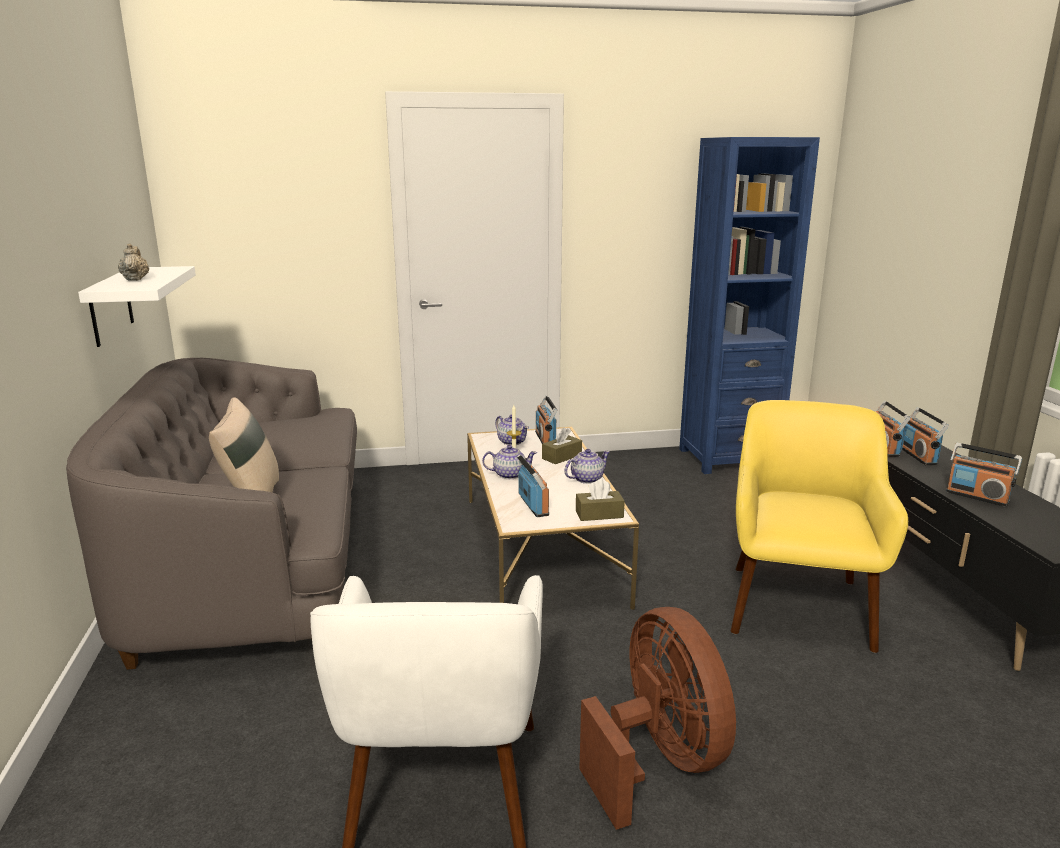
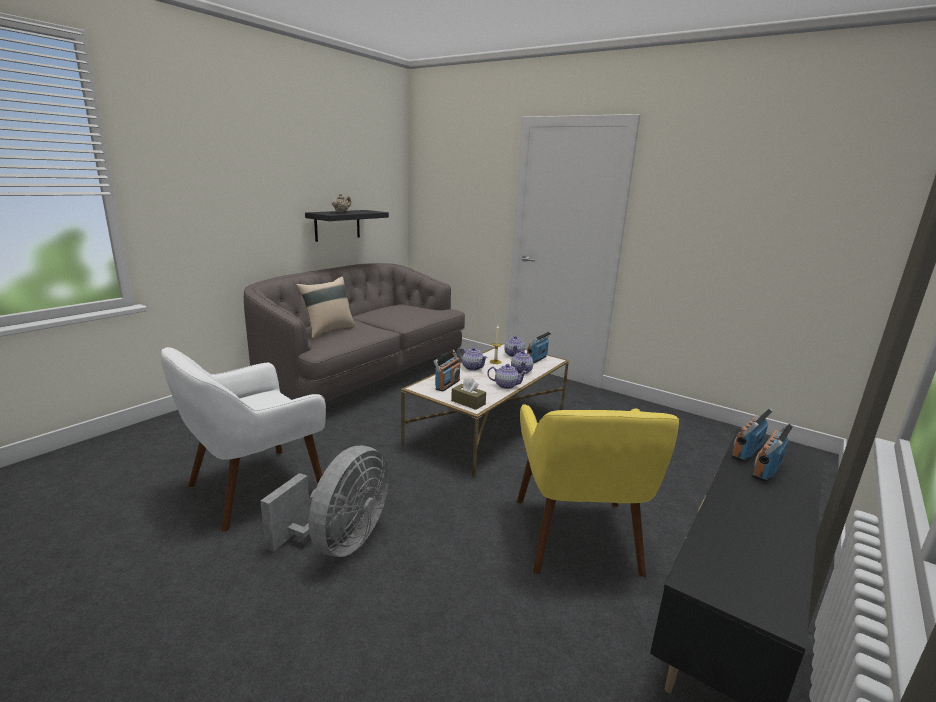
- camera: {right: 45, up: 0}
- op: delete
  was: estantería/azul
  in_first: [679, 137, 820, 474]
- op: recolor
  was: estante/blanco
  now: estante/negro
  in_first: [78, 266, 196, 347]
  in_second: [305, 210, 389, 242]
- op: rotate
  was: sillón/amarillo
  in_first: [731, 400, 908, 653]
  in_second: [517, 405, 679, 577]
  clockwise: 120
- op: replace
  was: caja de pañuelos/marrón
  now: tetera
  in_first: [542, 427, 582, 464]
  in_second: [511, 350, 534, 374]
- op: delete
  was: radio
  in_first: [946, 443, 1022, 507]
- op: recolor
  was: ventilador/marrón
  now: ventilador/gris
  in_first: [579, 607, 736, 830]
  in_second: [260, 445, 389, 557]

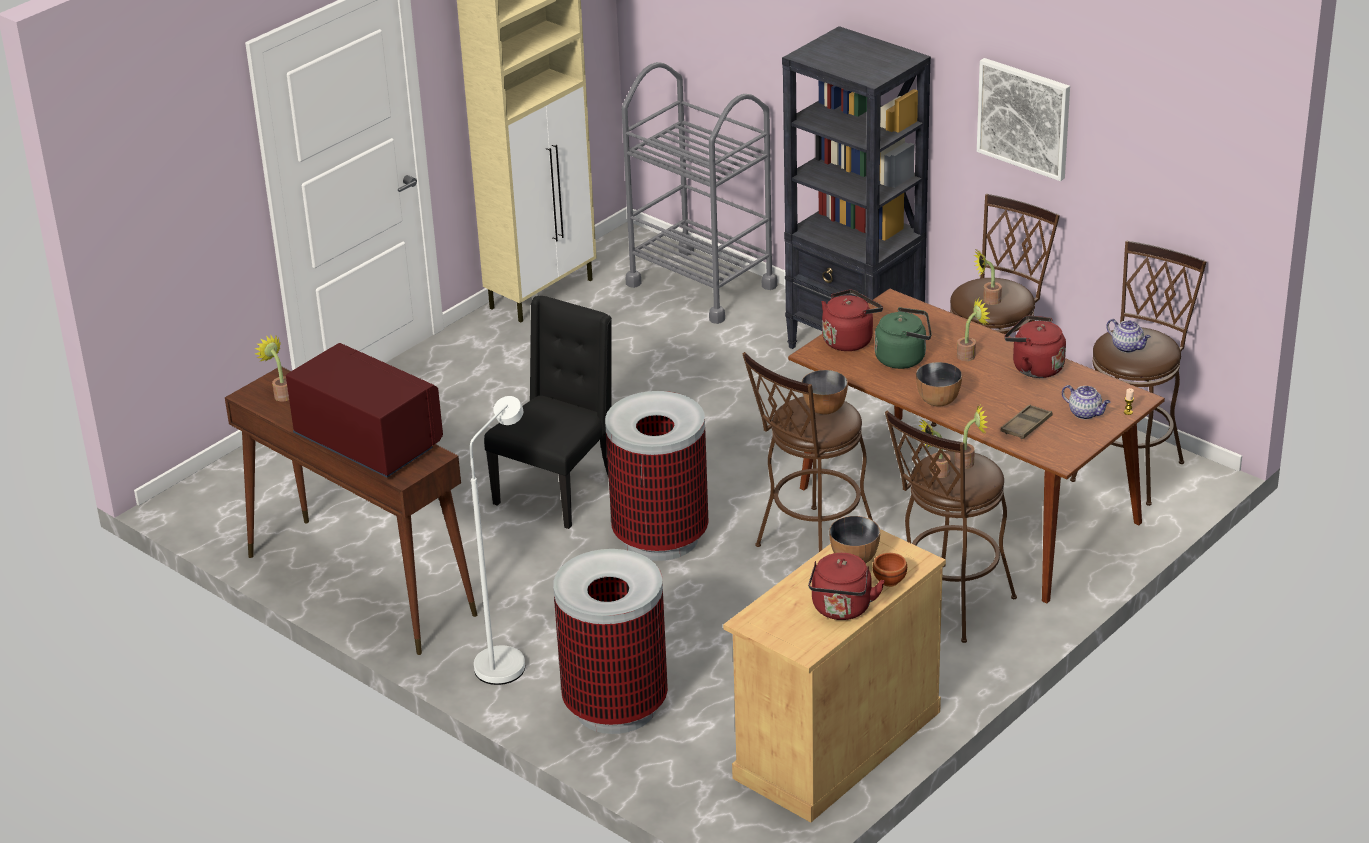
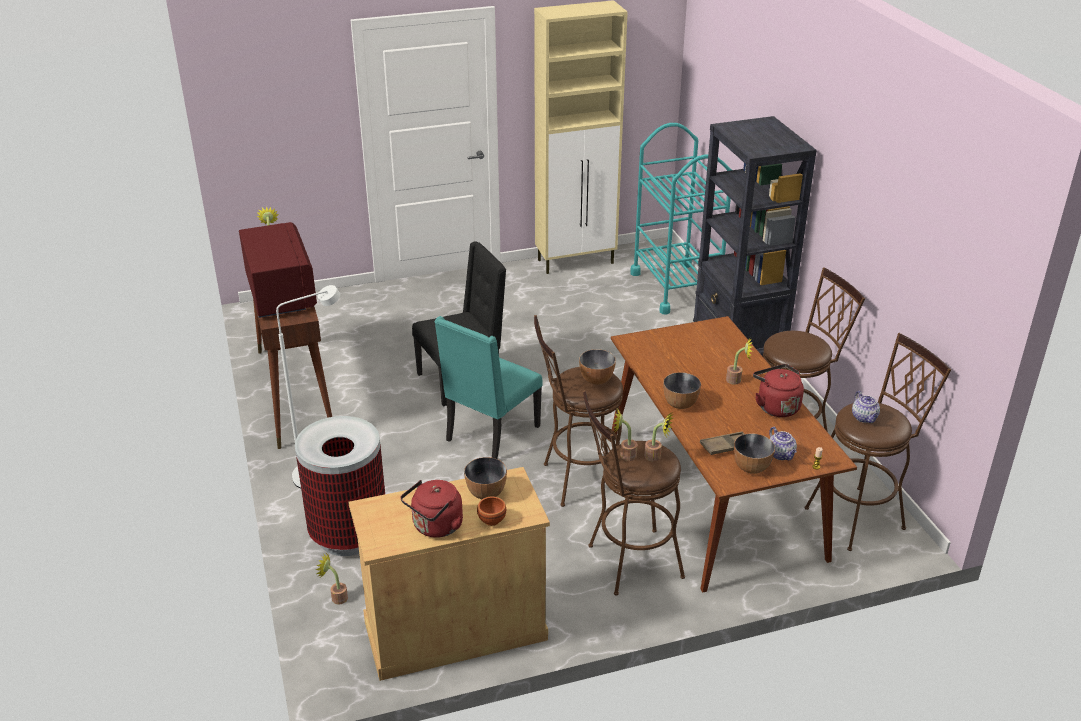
- camera: {right: 30, up: 0}
- op: delete
  was: cuadro
  in_first: [977, 58, 1070, 181]
- op: recolor
  was: carrito/gris
  now: carrito/turquesa
  in_first: [622, 62, 777, 324]
  in_second: [630, 123, 732, 314]
- op: move
  was: planta en maceta
  in_first: [974, 250, 1002, 305]
  in_second: [316, 553, 348, 605]
- op: delete
  was: hervidor/rojo
  in_first: [822, 289, 883, 351]
- op: delete
  was: hervidor/verde
  in_first: [875, 307, 932, 369]
- op: replace
  was: papelera
  now: silla/turquesa
  in_first: [605, 391, 709, 561]
  in_second: [435, 316, 543, 459]
- op: insert
  now: cuenco
  in_second: [734, 433, 775, 474]

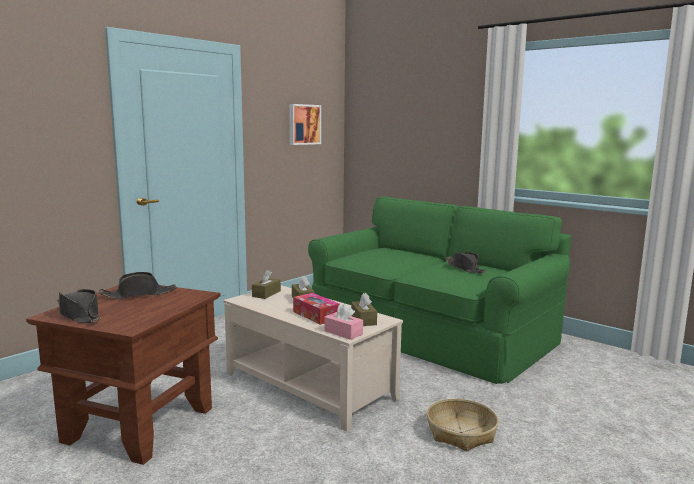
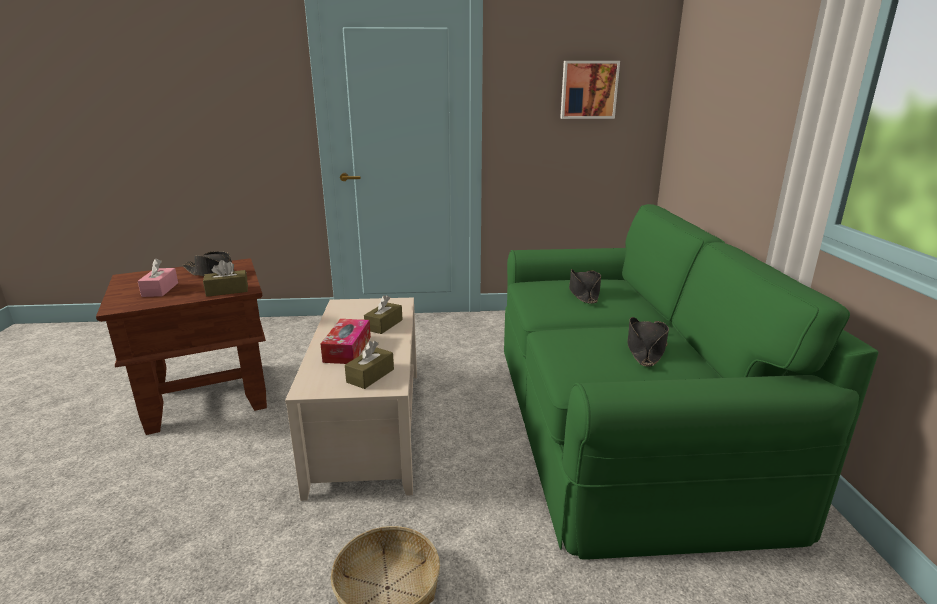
- camera: {right: 45, up: 10}
- op: move
  was: caja de pañuelos/marrón
  in_first: [252, 270, 281, 299]
  in_second: [203, 260, 248, 297]
- op: move
  was: sombrero/negro
  in_first: [57, 289, 101, 323]
  in_second: [569, 269, 601, 304]
- op: move
  was: caja de pañuelos/rosa
  in_first: [324, 303, 363, 340]
  in_second: [138, 258, 178, 297]

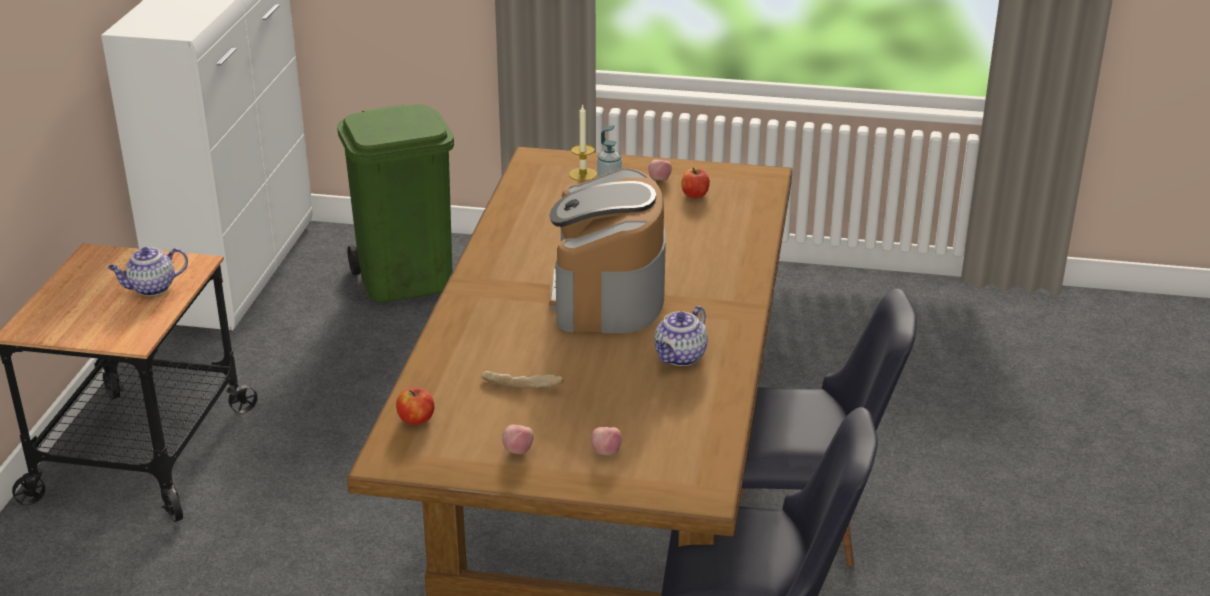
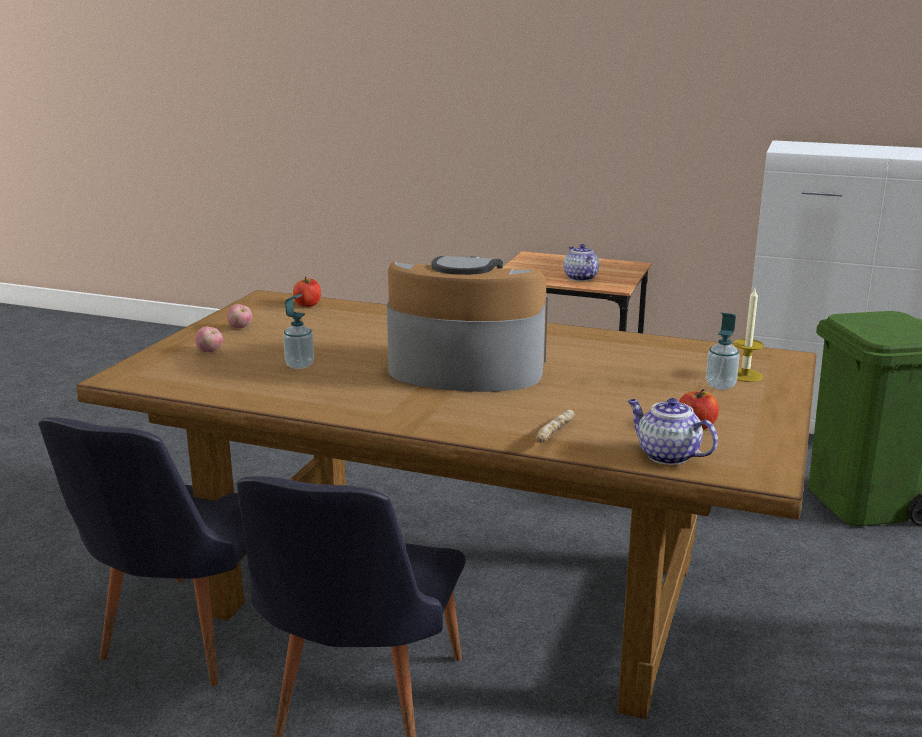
- camera: {right: 100, up: -10}
- op: delete
  was: manzana
  in_first: [648, 160, 672, 181]
- op: move
  was: tetera
  in_first: [654, 306, 708, 366]
  in_second: [628, 398, 718, 465]
- op: move
  was: pan
  in_first: [481, 371, 564, 388]
  in_second: [536, 410, 574, 443]
- op: insert
  now: dispensador de jabón
  in_second: [283, 294, 314, 369]

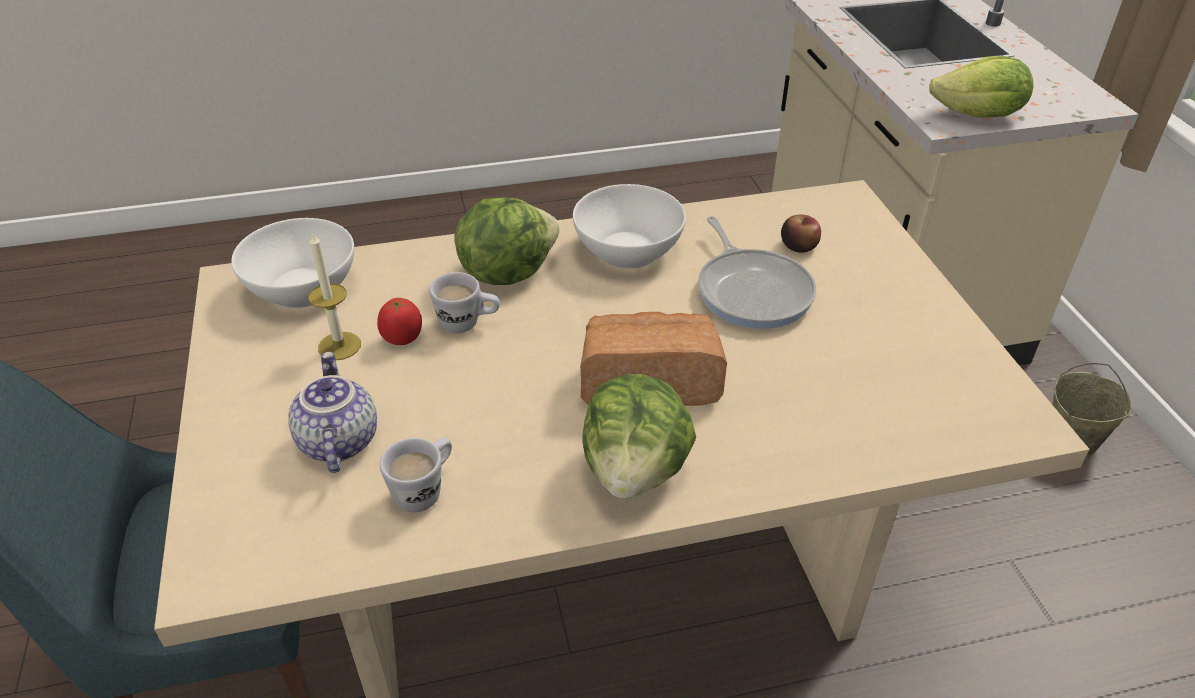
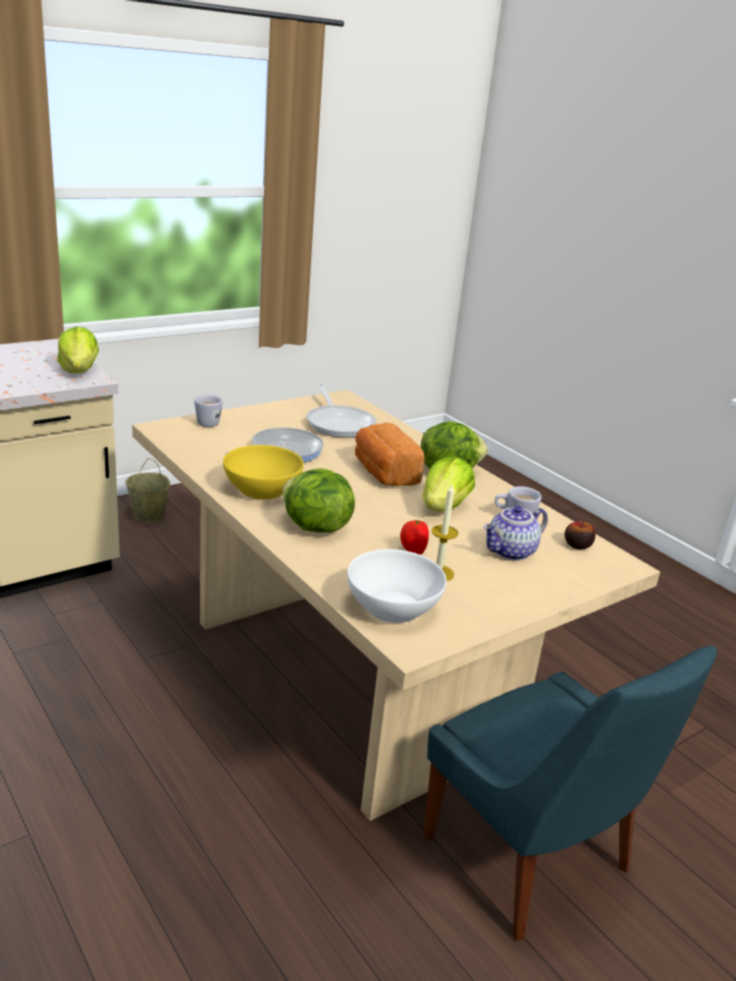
- camera: {right: -115, up: -15}
- op: recolor
  was: cuenco/blanco
  now: cuenco/amarillo
  in_first: [573, 184, 686, 269]
  in_second: [223, 445, 304, 500]
- op: move
  was: manzana
  in_first: [781, 214, 821, 253]
  in_second: [565, 521, 595, 549]
- op: move
  was: taza grande/blanco
  in_first: [429, 272, 500, 333]
  in_second: [194, 395, 223, 427]
- op: insert
  now: sartén
  in_second: [307, 382, 376, 438]
- op: insert
  now: lechuga
  in_second: [423, 457, 475, 512]

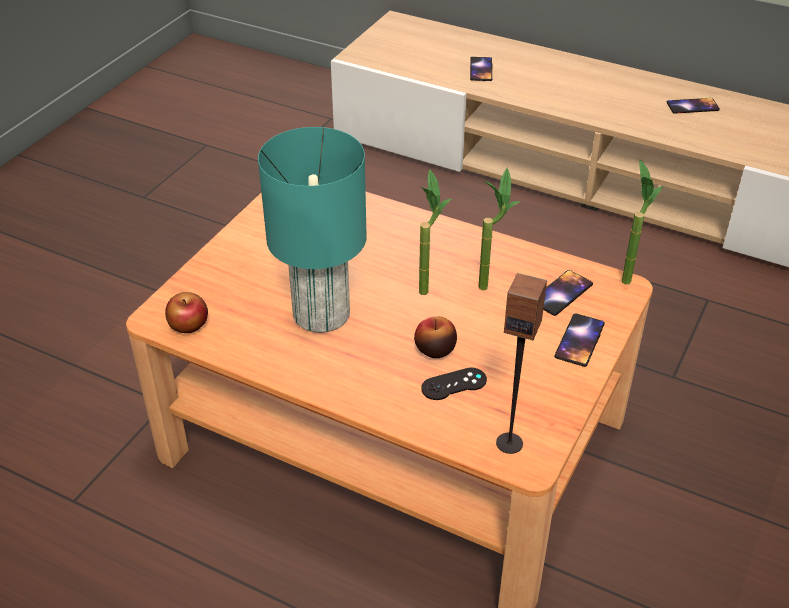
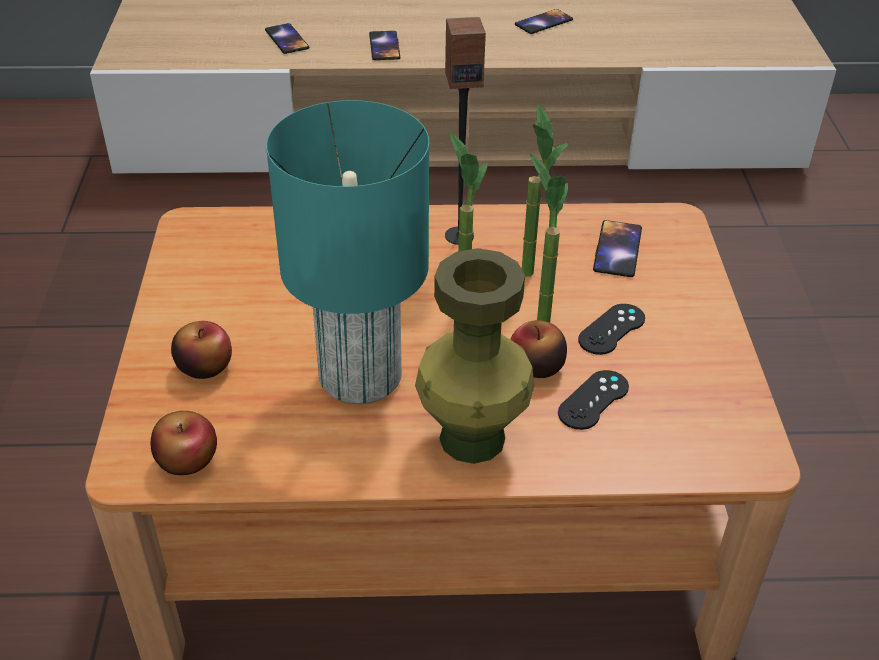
- camera: {right: -30, up: 0}
- op: move
  was: planta en maceta
  in_first: [622, 159, 663, 284]
  in_second: [530, 154, 568, 322]
- op: move
  was: altavoz
  in_first: [496, 273, 547, 454]
  in_second: [445, 17, 486, 245]
- op: move
  was: móvil
  in_first: [554, 313, 605, 367]
  in_second: [369, 31, 400, 60]
- op: insert
  now: florero/verde
  in_second: [415, 248, 534, 464]
- op: insert
  now: mando de consola/negro
  in_second: [578, 304, 645, 355]
- op: insert
  now: manzana
  in_second: [171, 321, 232, 379]

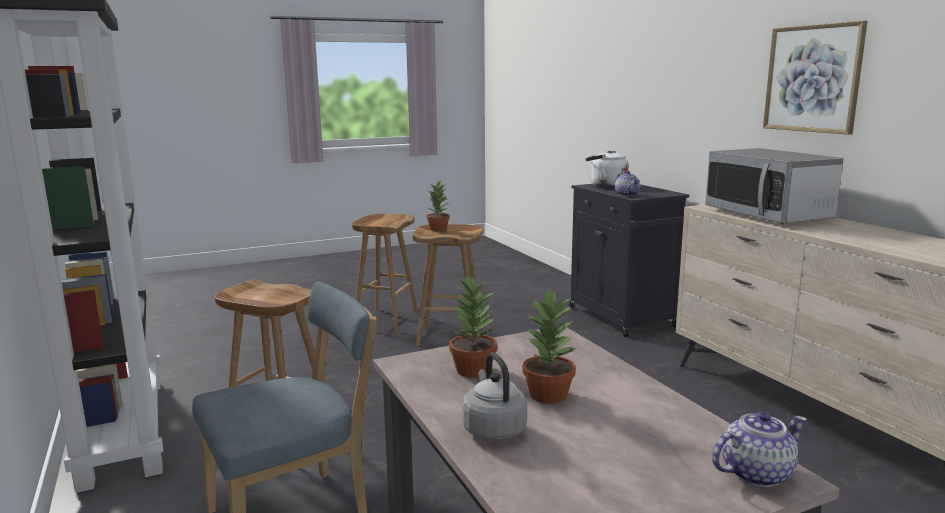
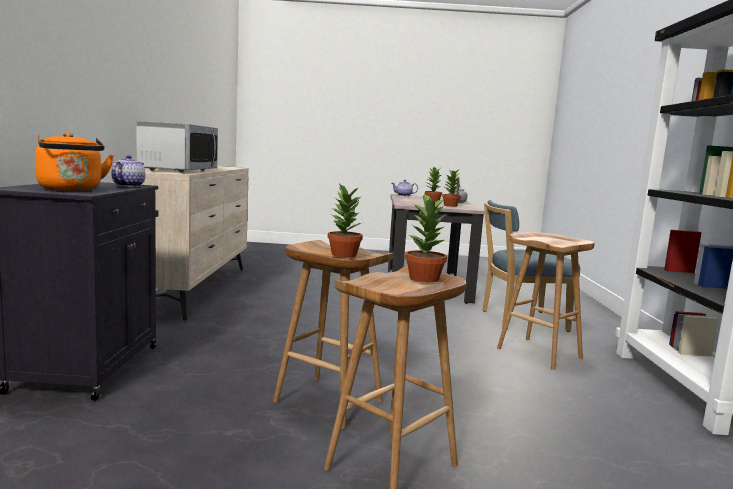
- camera: {right: -155, up: -5}
- op: delete
  was: cuadro
  in_first: [763, 21, 867, 135]
- op: recolor
  was: hervidor/blanco
  now: hervidor/naranja
  in_first: [585, 150, 629, 188]
  in_second: [35, 132, 114, 191]
- op: insert
  now: planta en maceta
  in_second: [405, 193, 447, 282]

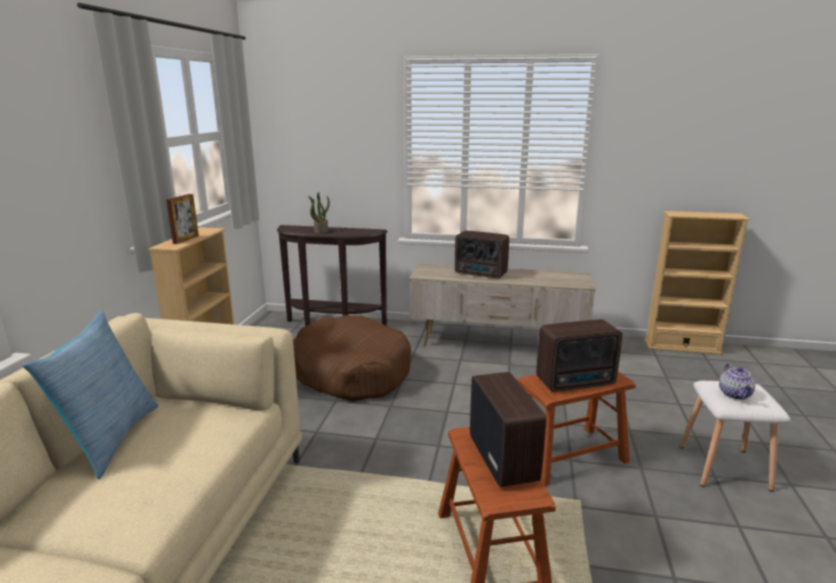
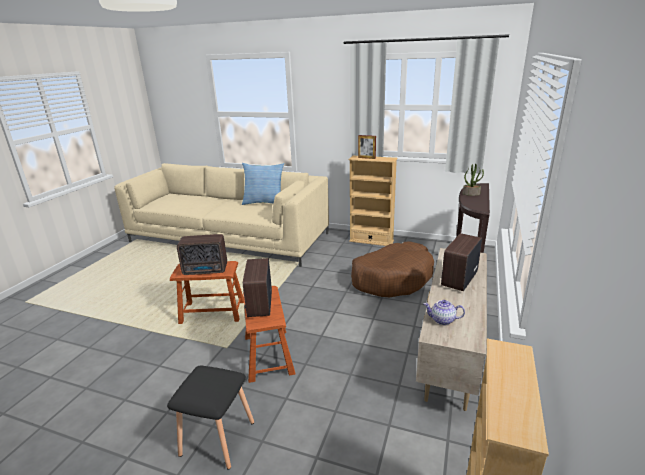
- camera: {right: 100, up: 5}
- op: move
  was: tetera
  in_first: [719, 363, 755, 400]
  in_second: [424, 300, 465, 325]
- op: recolor
  was: taburete/blanco
  now: taburete/negro
  in_first: [679, 381, 790, 492]
  in_second: [167, 365, 254, 470]

